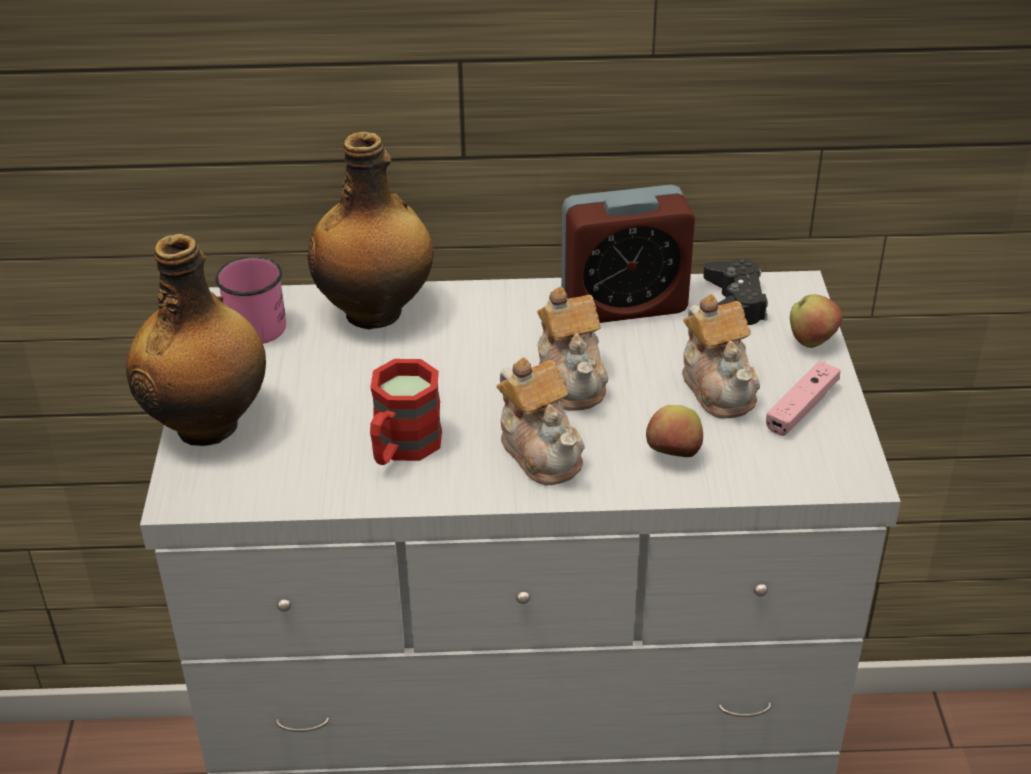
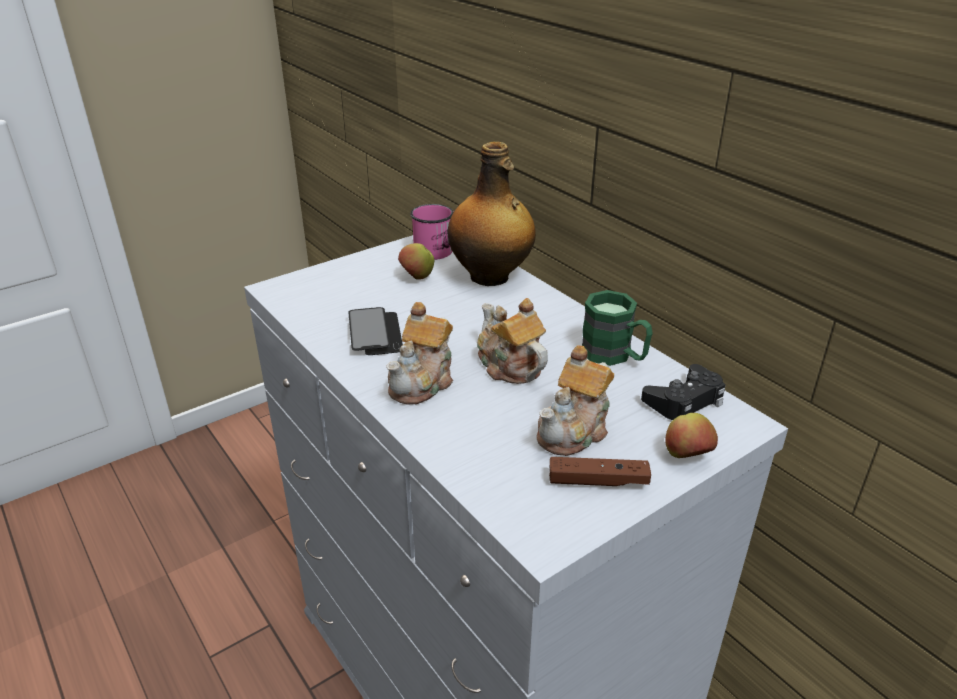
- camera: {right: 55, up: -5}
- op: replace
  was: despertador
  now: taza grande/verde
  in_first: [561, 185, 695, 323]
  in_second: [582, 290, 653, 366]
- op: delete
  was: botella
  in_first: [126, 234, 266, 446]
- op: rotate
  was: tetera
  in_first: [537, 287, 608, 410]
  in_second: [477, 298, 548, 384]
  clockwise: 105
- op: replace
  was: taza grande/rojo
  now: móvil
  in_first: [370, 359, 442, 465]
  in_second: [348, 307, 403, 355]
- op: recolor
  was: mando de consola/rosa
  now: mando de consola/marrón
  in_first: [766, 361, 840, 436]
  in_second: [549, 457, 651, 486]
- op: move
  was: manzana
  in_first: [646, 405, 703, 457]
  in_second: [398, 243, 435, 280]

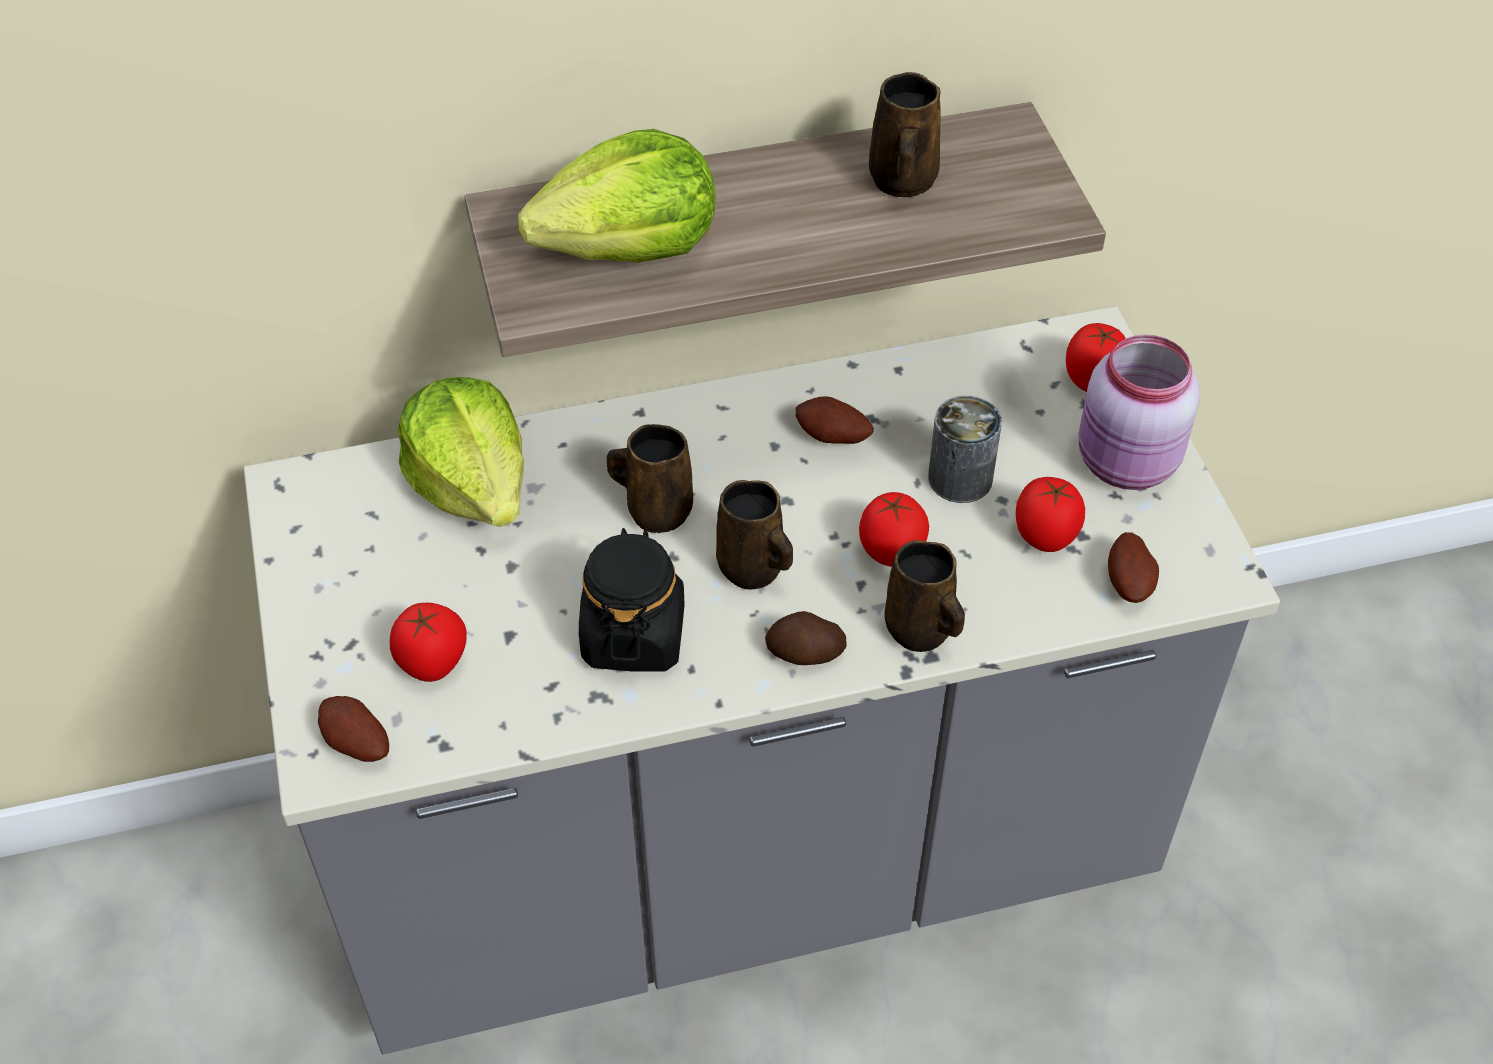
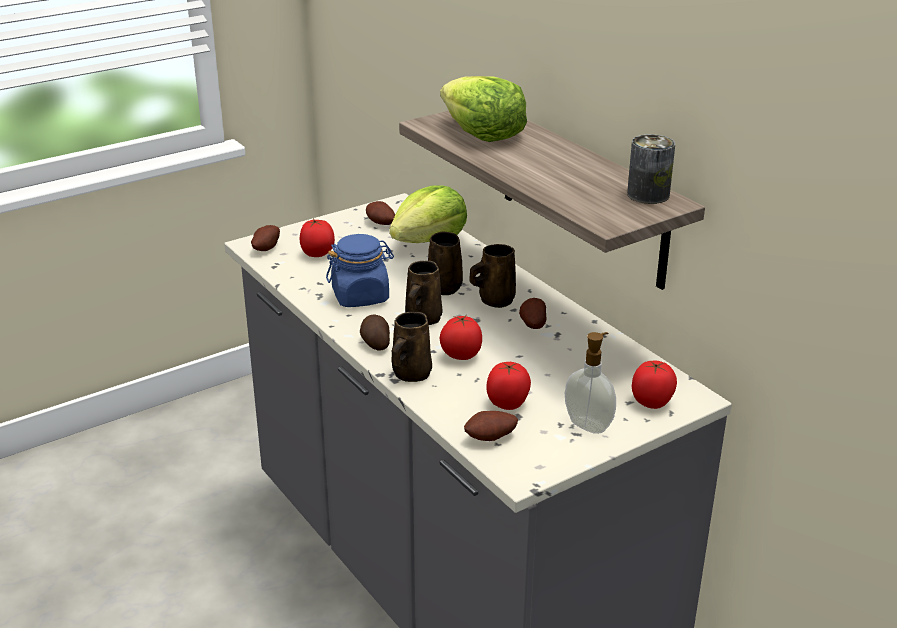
- camera: {right: 70, up: -20}
- op: move
  was: taza grande/marrón
  in_first: [869, 72, 941, 197]
  in_second: [469, 244, 516, 308]
- op: replace
  was: tarro/rosa
  now: dispensador de jabón
  in_first: [1079, 334, 1200, 490]
  in_second: [565, 332, 616, 434]
- op: move
  was: lata
  in_first: [928, 396, 1002, 503]
  in_second: [627, 134, 675, 204]
- op: recolor
  was: tarro/negro
  now: tarro/azul
  in_first: [579, 528, 684, 672]
  in_second: [326, 234, 394, 307]
- op: insert
  now: patata
  in_second: [366, 201, 395, 225]

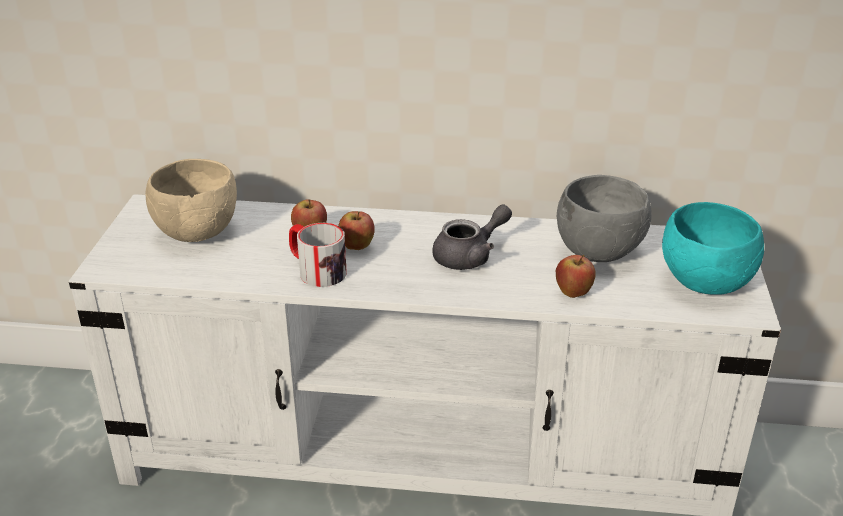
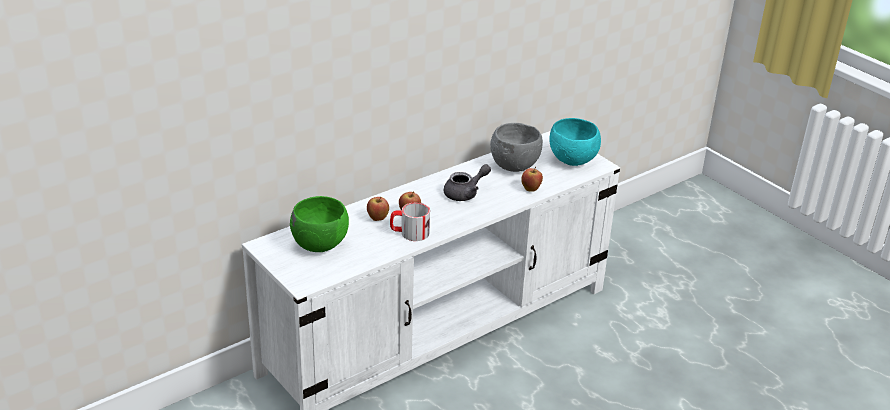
- camera: {right: -45, up: 0}
- op: recolor
  was: cuenco/beis
  now: cuenco/verde
  in_first: [146, 159, 237, 242]
  in_second: [290, 196, 349, 252]
- op: rotate
  was: tetera/gris
  in_first: [432, 205, 512, 270]
  in_second: [444, 164, 491, 201]
  clockwise: 45

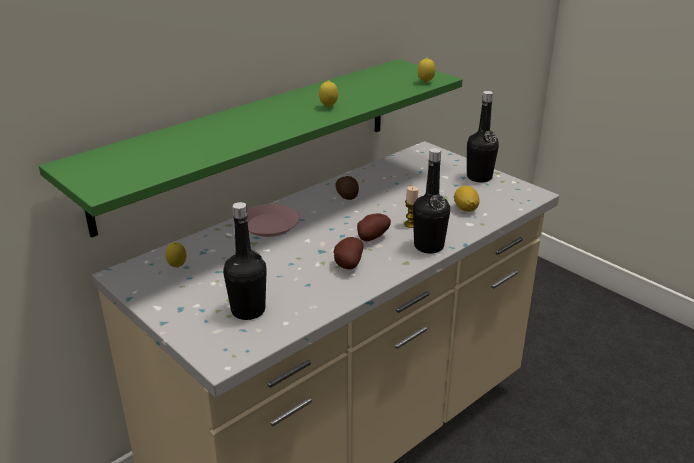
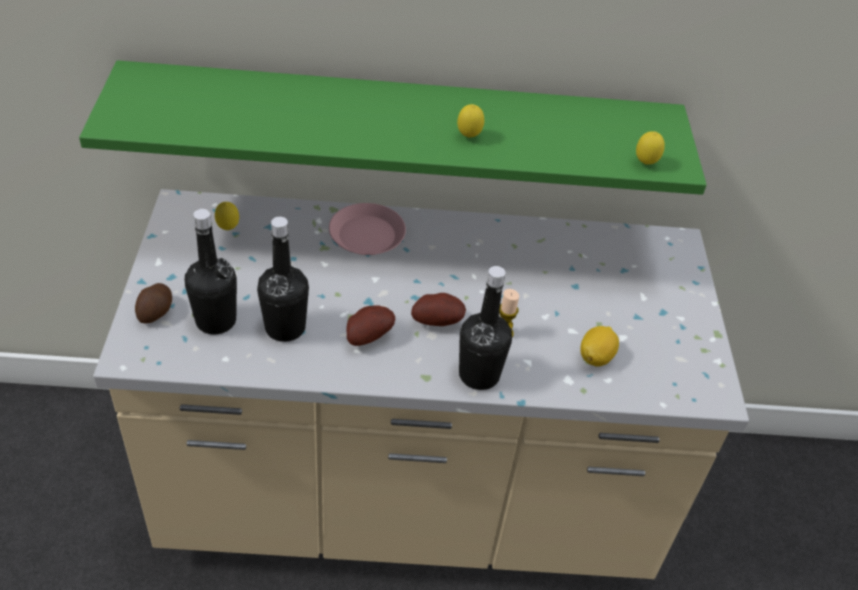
- camera: {right: 40, up: 15}
- op: move
  was: botella/negro
  in_first: [467, 91, 499, 182]
  in_second: [257, 217, 309, 342]
- op: move
  was: patata
  in_first: [335, 176, 359, 200]
  in_second: [135, 283, 172, 324]

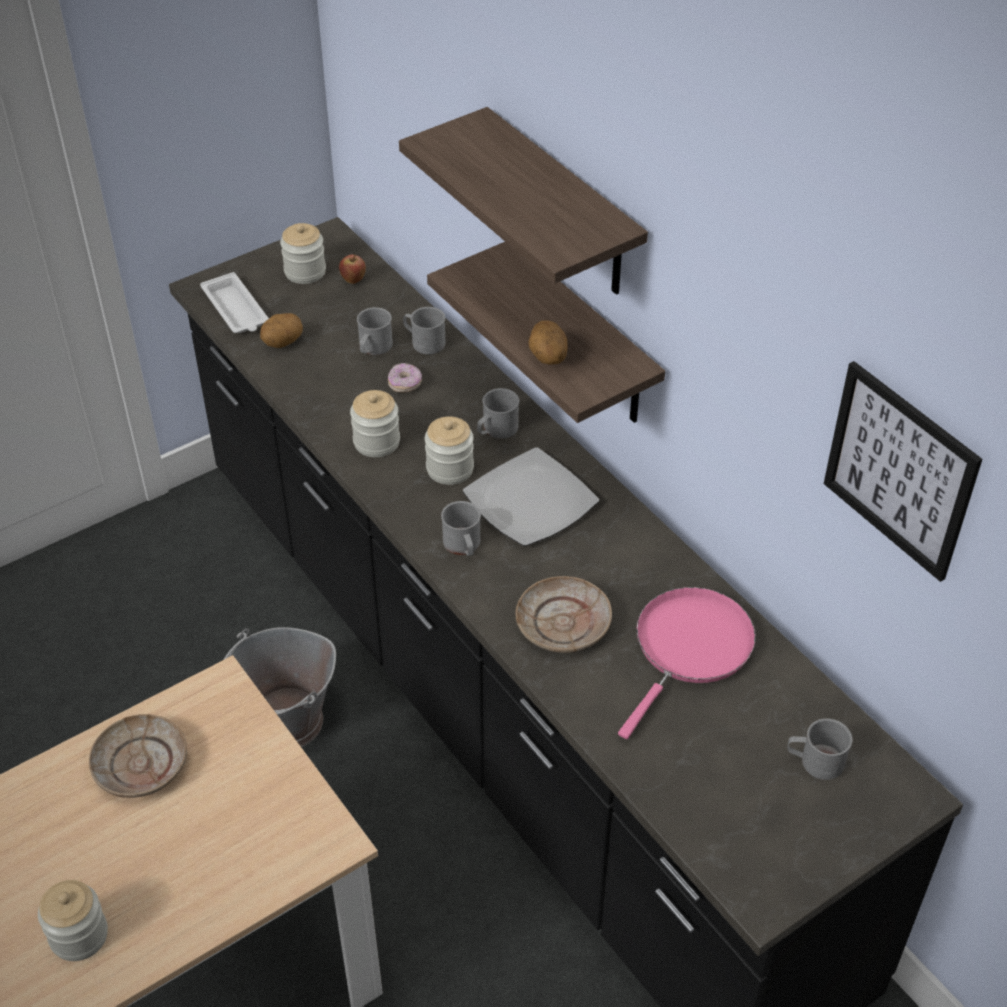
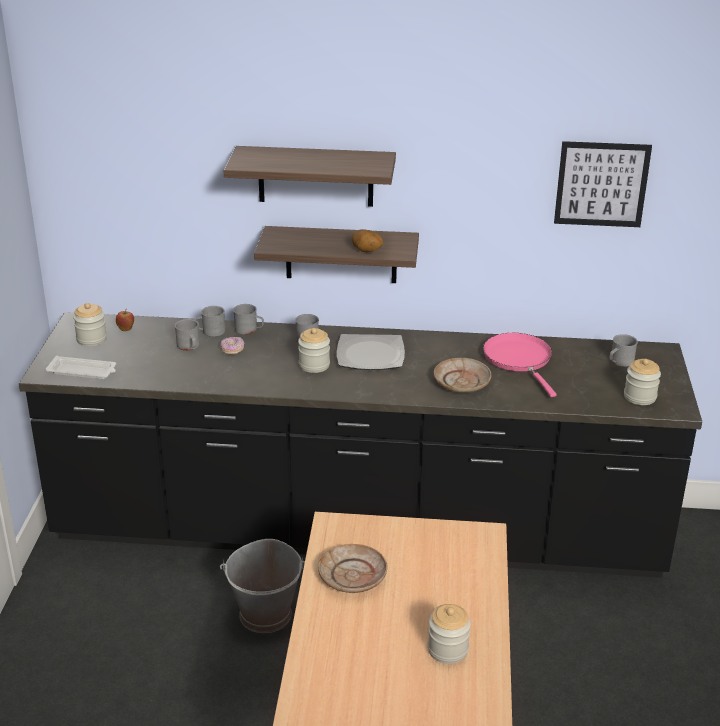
- camera: {right: -50, up: -15}
- op: delete
  was: patata
  in_first: [260, 313, 303, 348]
- op: move
  was: tarro
  in_first: [350, 390, 400, 457]
  in_second: [624, 359, 661, 405]
- op: move
  was: taza grande/gris
  in_first: [441, 501, 481, 556]
  in_second: [233, 304, 264, 335]

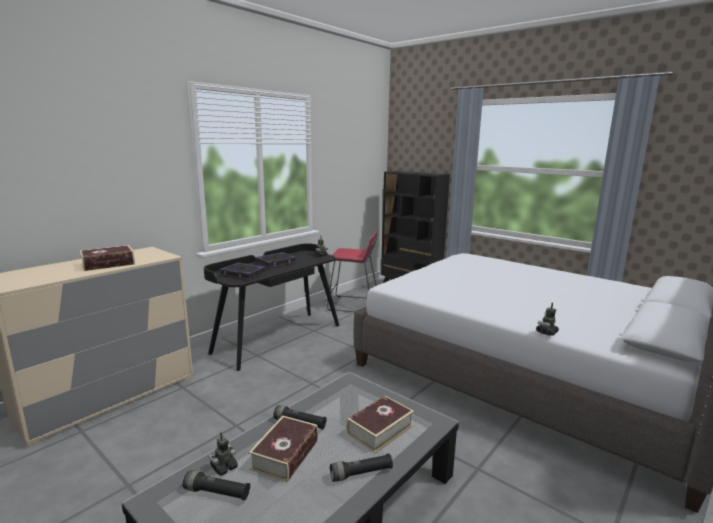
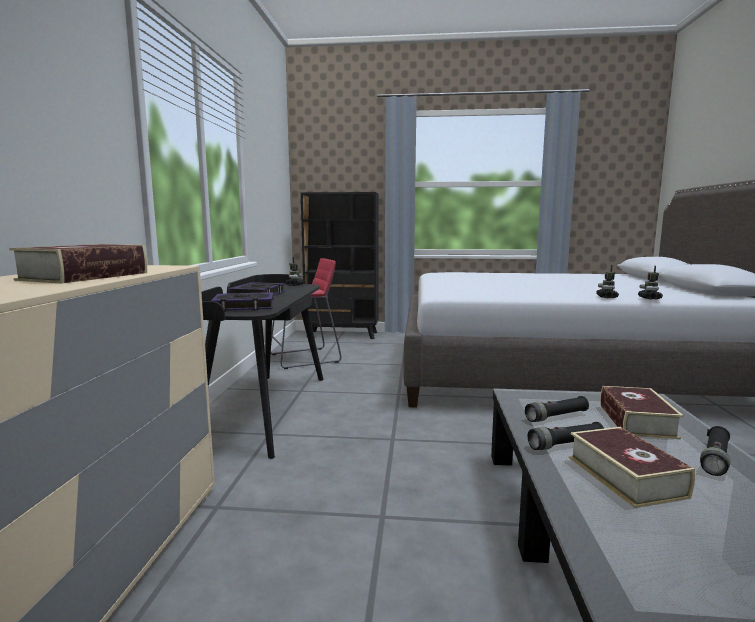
- camera: {right: -35, up: -5}
- op: move
  was: robot de juguete
  in_first: [208, 432, 238, 476]
  in_second: [596, 265, 619, 298]
- op: move
  was: linterna/negro
  in_first: [183, 470, 250, 500]
  in_second: [525, 396, 589, 422]

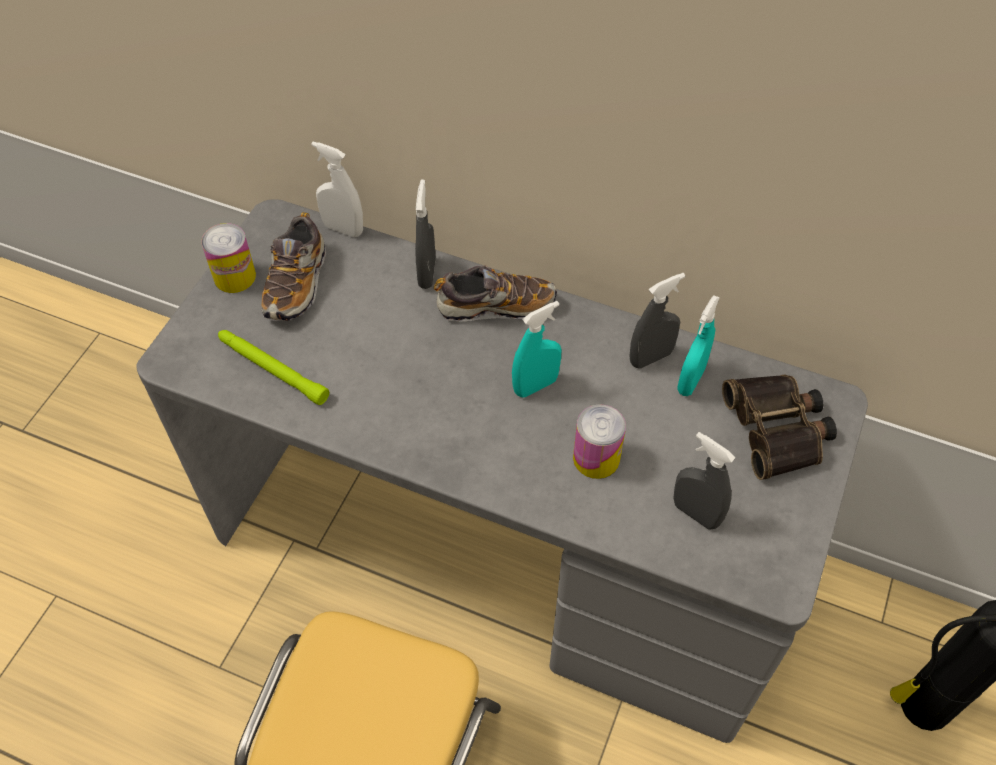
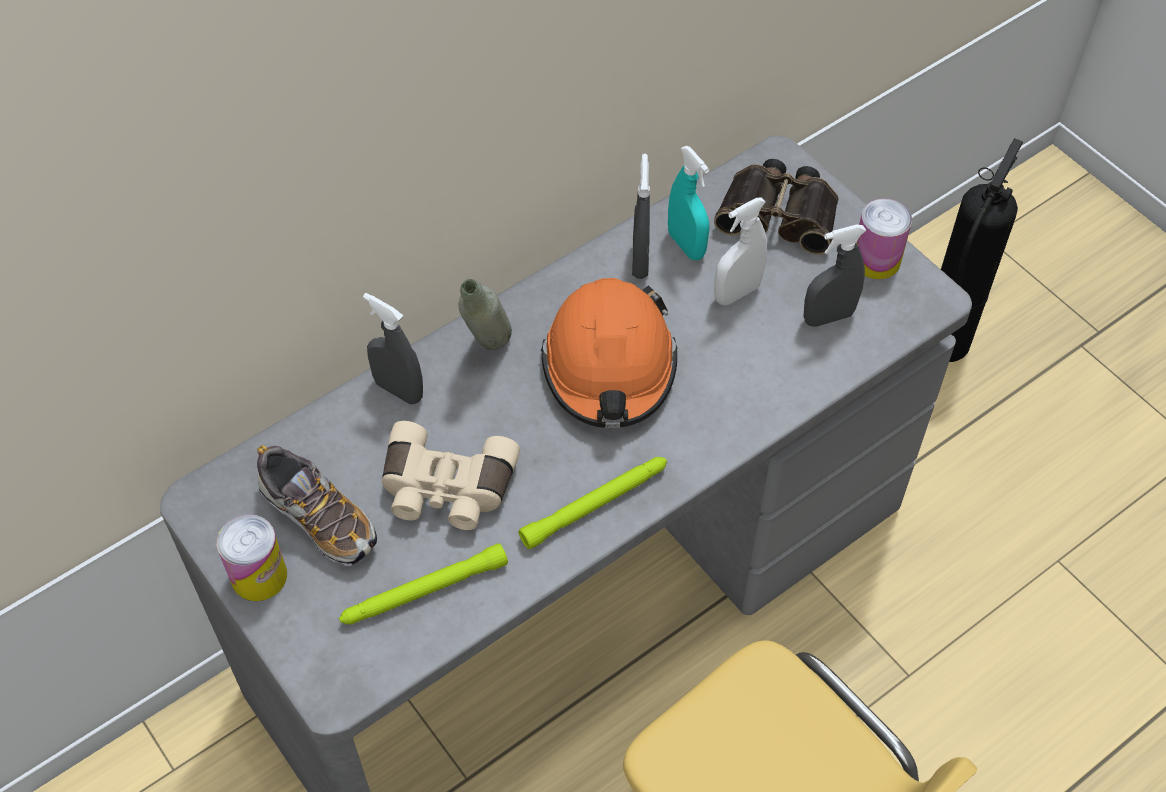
- camera: {right: -60, up: 0}
- op: move
  was: pulverizador/blanco
  in_first: [311, 141, 363, 237]
  in_second: [714, 197, 767, 305]
- op: replace
  was: zapato
  now: botella/gris
  in_first: [434, 265, 557, 322]
  in_second: [458, 279, 512, 350]
- op: replace
  was: pulverizador/turquesa
  now: casco/naranja
  in_first: [512, 301, 561, 398]
  in_second: [541, 278, 677, 428]
- op: move
  was: lata
  in_first: [573, 404, 626, 479]
  in_second: [857, 199, 912, 279]
- op: insert
  now: prismáticos/beis
  in_second: [382, 421, 520, 530]
- op: insert
  now: linterna/verde
  in_second: [518, 457, 667, 549]

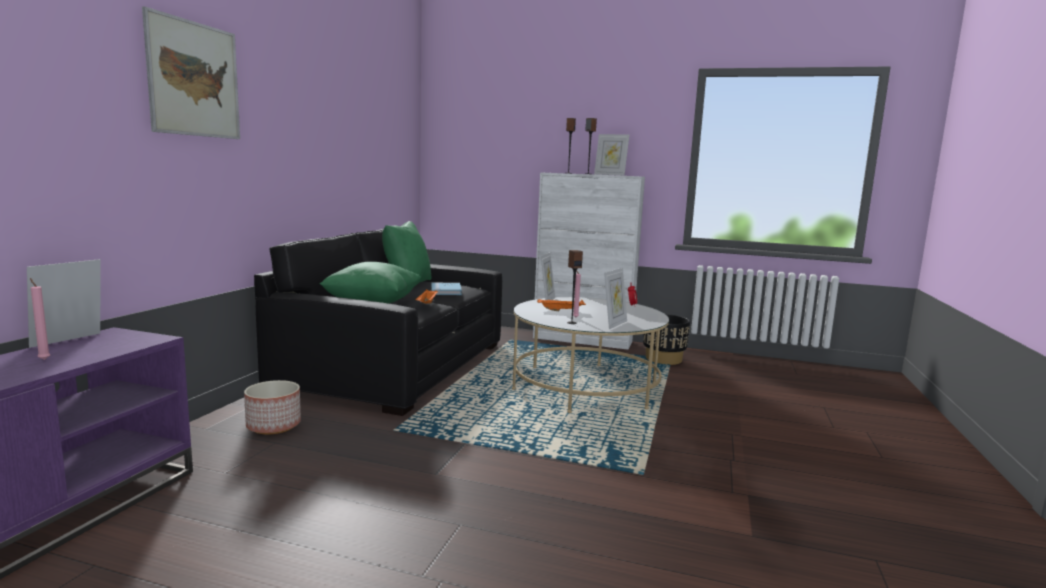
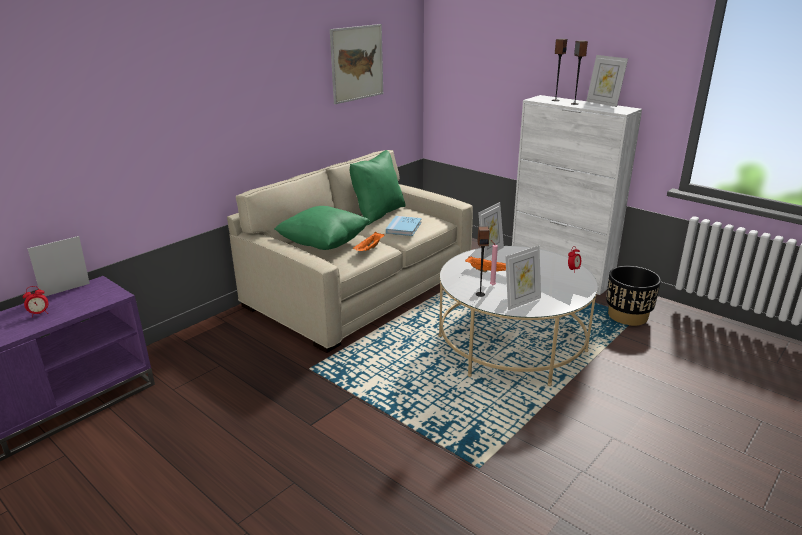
- camera: {right: 25, up: 15}
- op: move
  was: cuadro
  in_first: [142, 6, 240, 139]
  in_second: [330, 24, 383, 104]
- op: recolor
  was: sofá/negro
  now: sofá/beis
  in_first: [254, 229, 502, 416]
  in_second: [227, 150, 473, 353]
- op: replace
  was: vela/rosa
  now: despertador
  in_first: [30, 278, 50, 360]
  in_second: [23, 286, 48, 318]
- op: delete
  was: maceta
  in_first: [244, 380, 301, 435]

